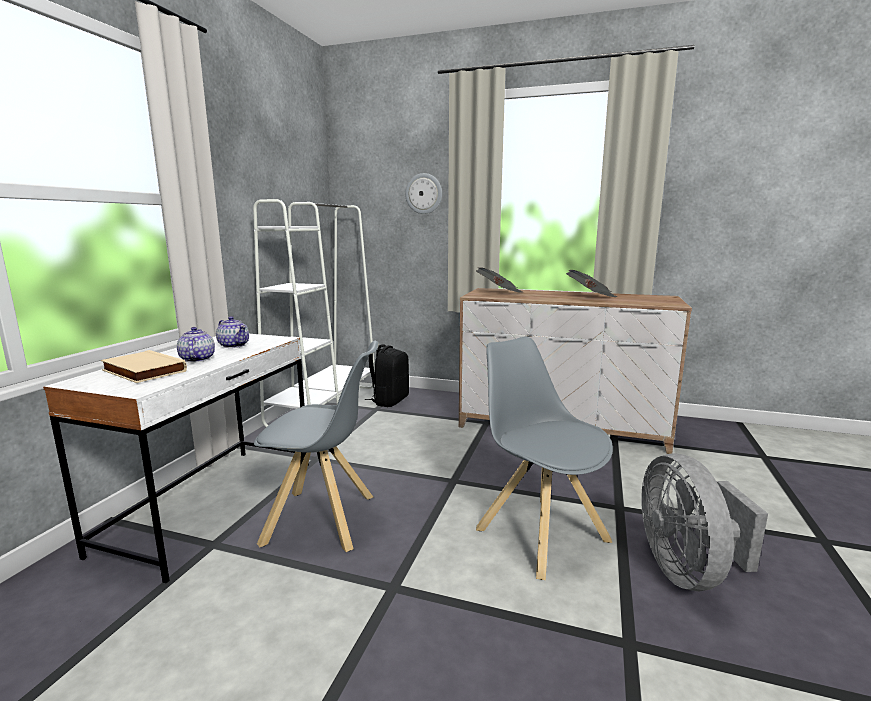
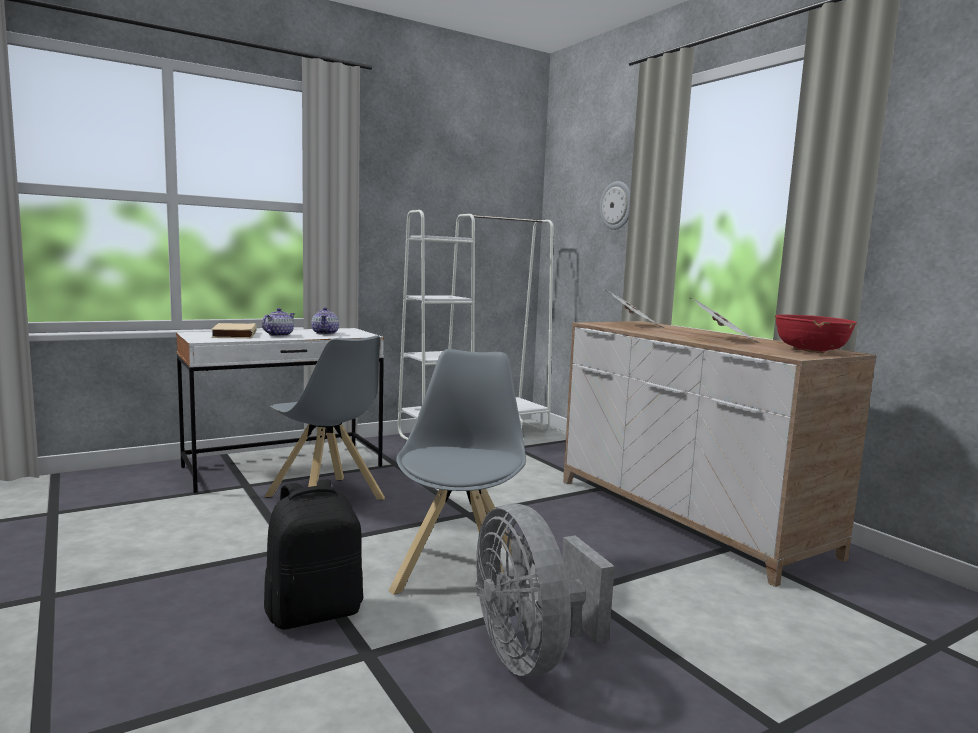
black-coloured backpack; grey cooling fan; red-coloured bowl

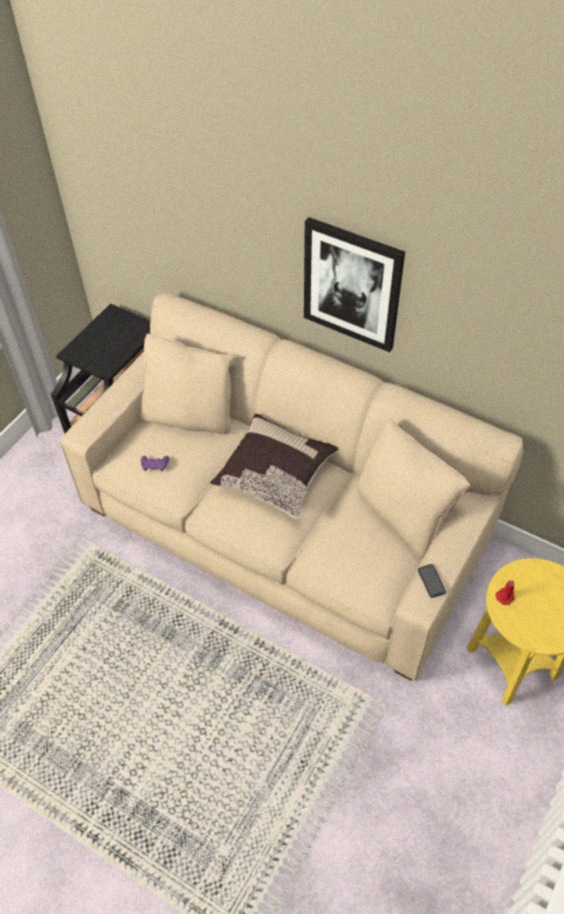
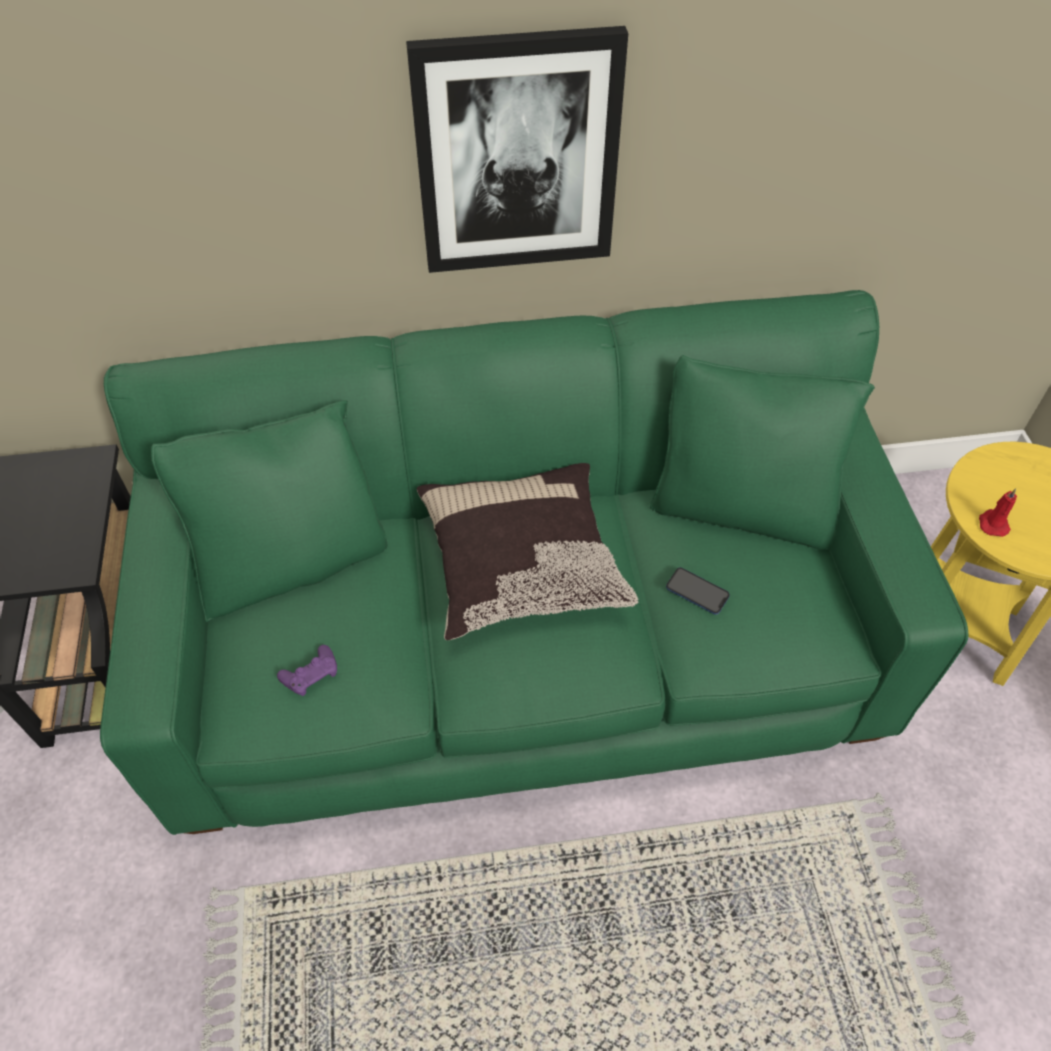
green-coloured sofa; phone

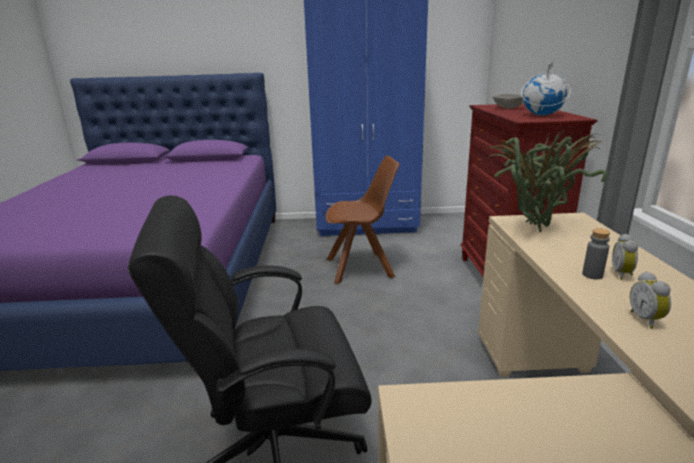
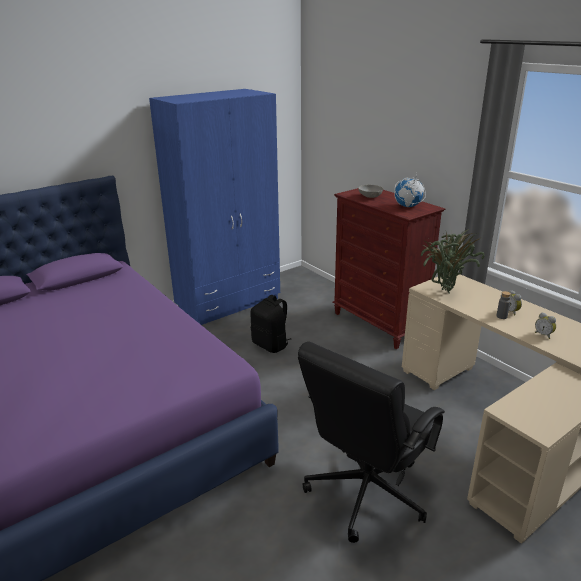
black-coloured backpack

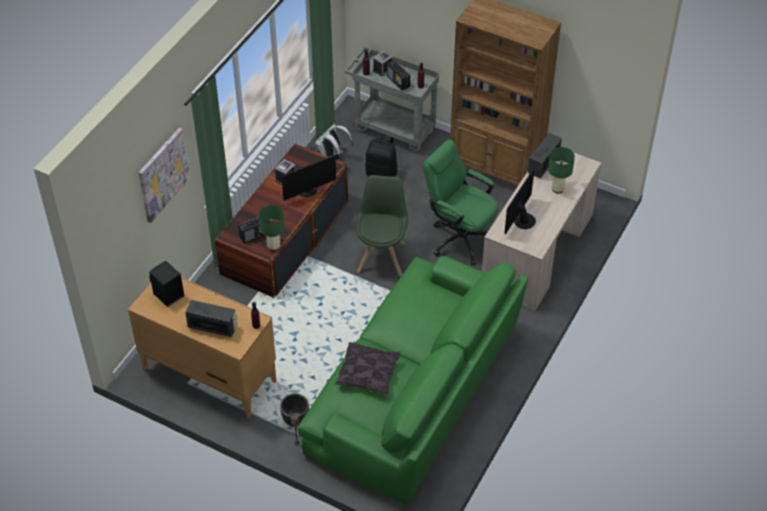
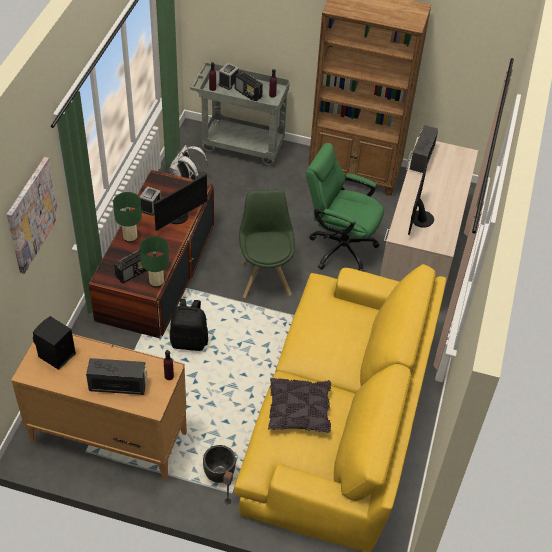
green-coloured table lamp (1st from left); black-coloured backpack; yellow sofa

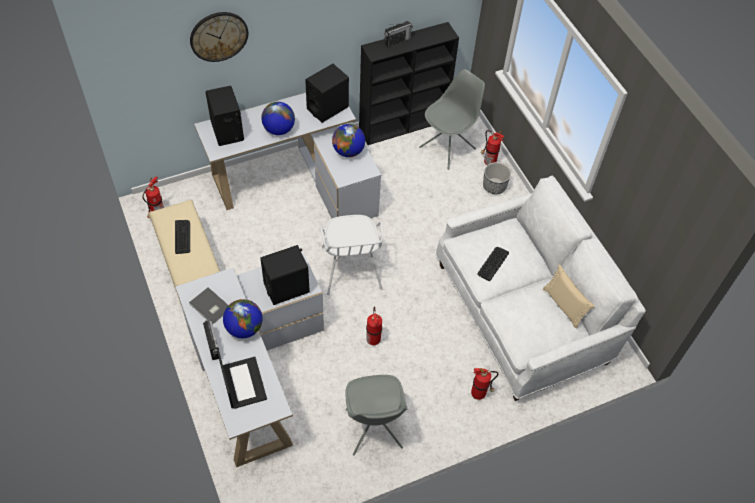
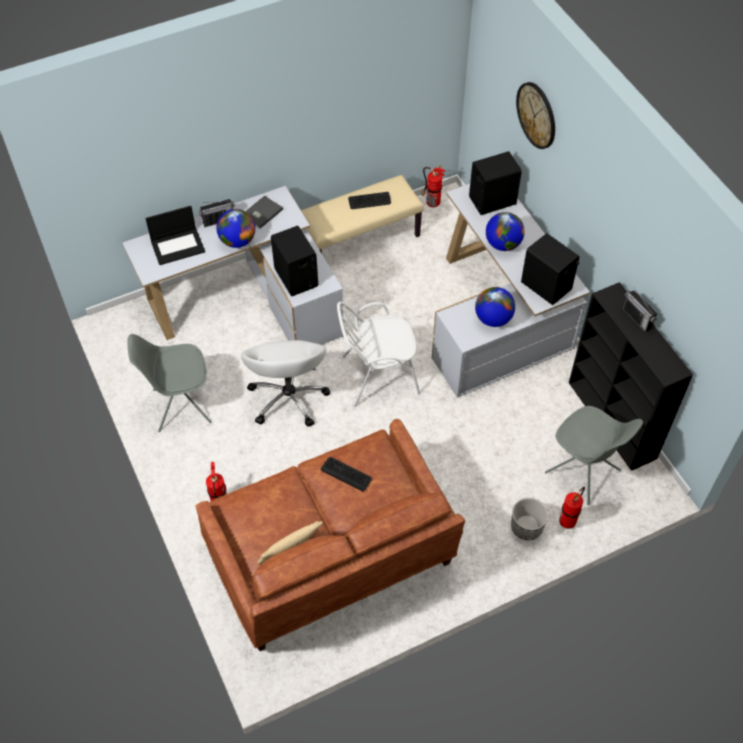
brown-coloured sofa; white-coloured desk chair

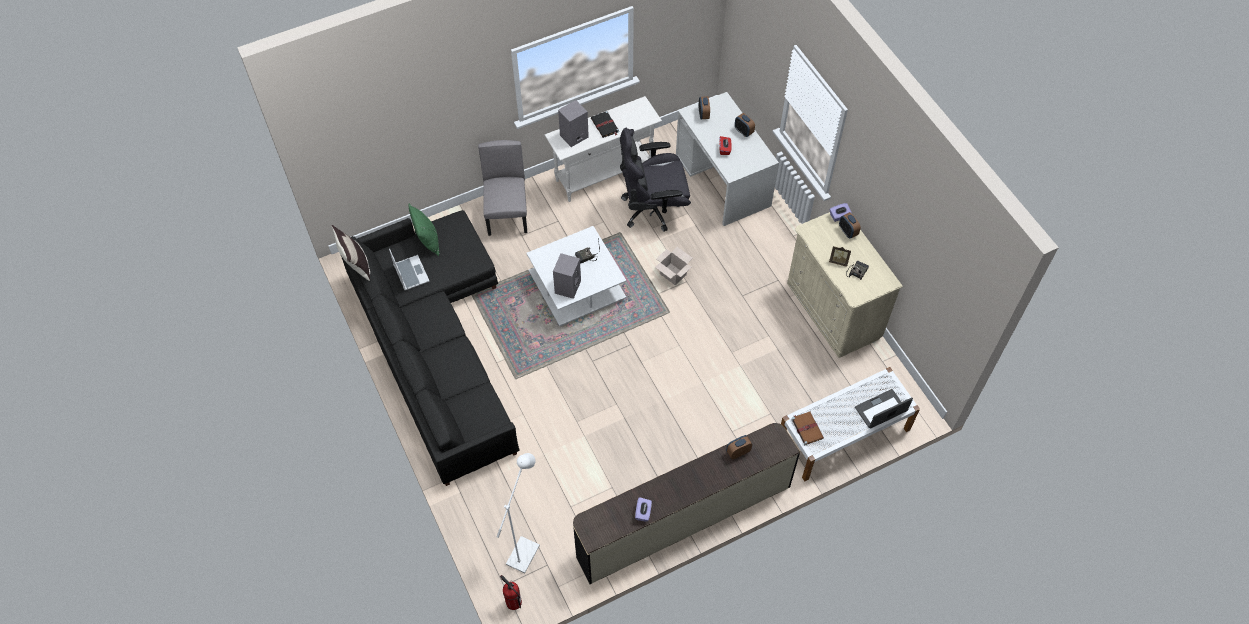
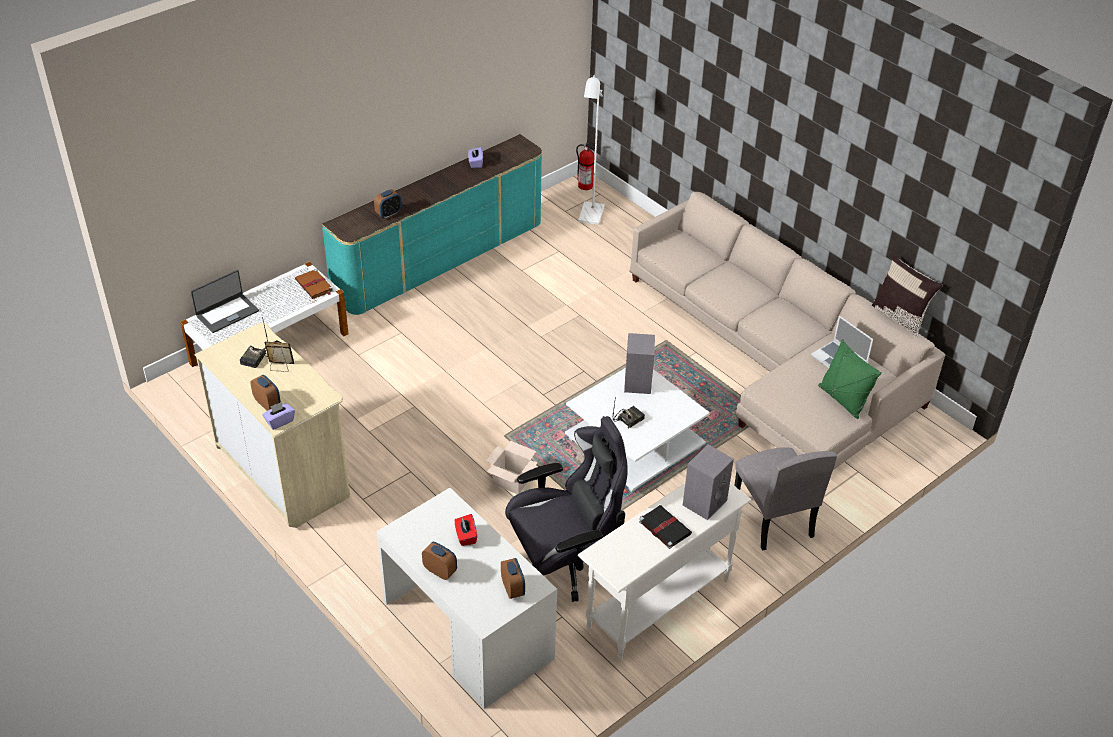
turquoise-coloured storage cabinet; sand-coloured sofa

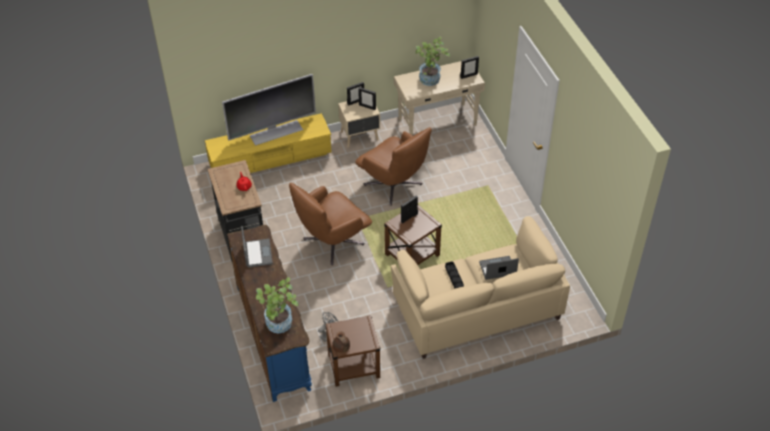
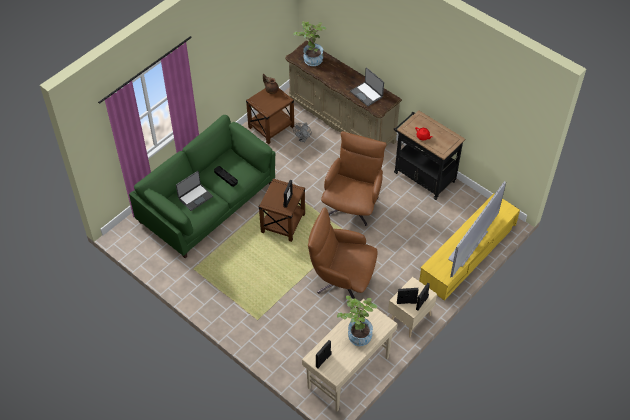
green-coloured sofa; sand-coloured storage cabinet

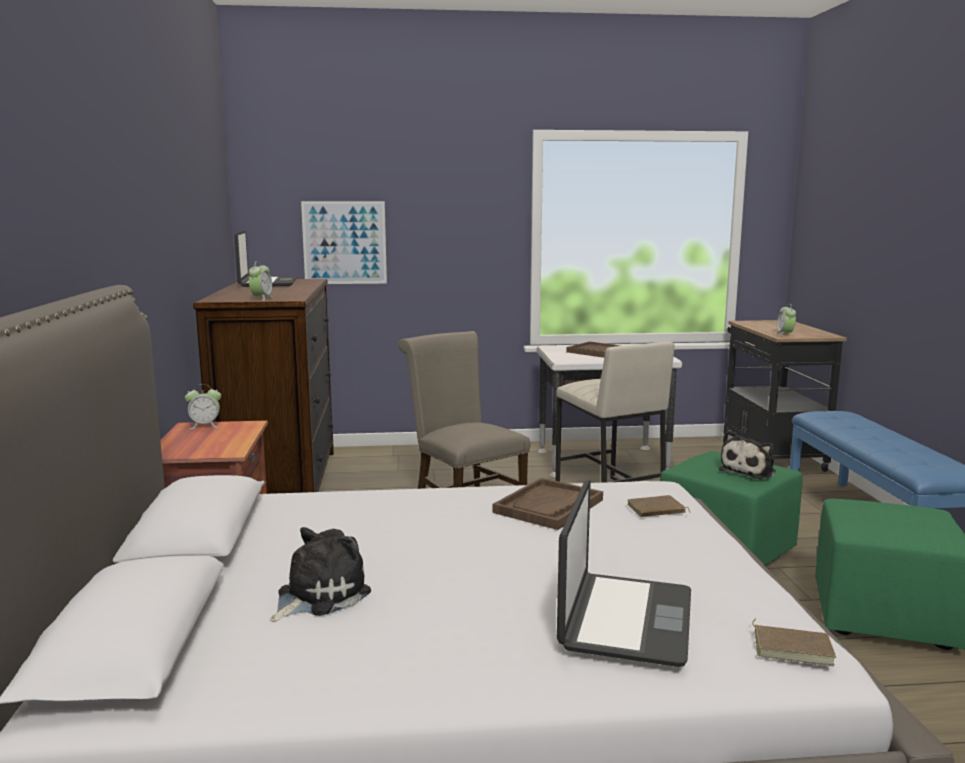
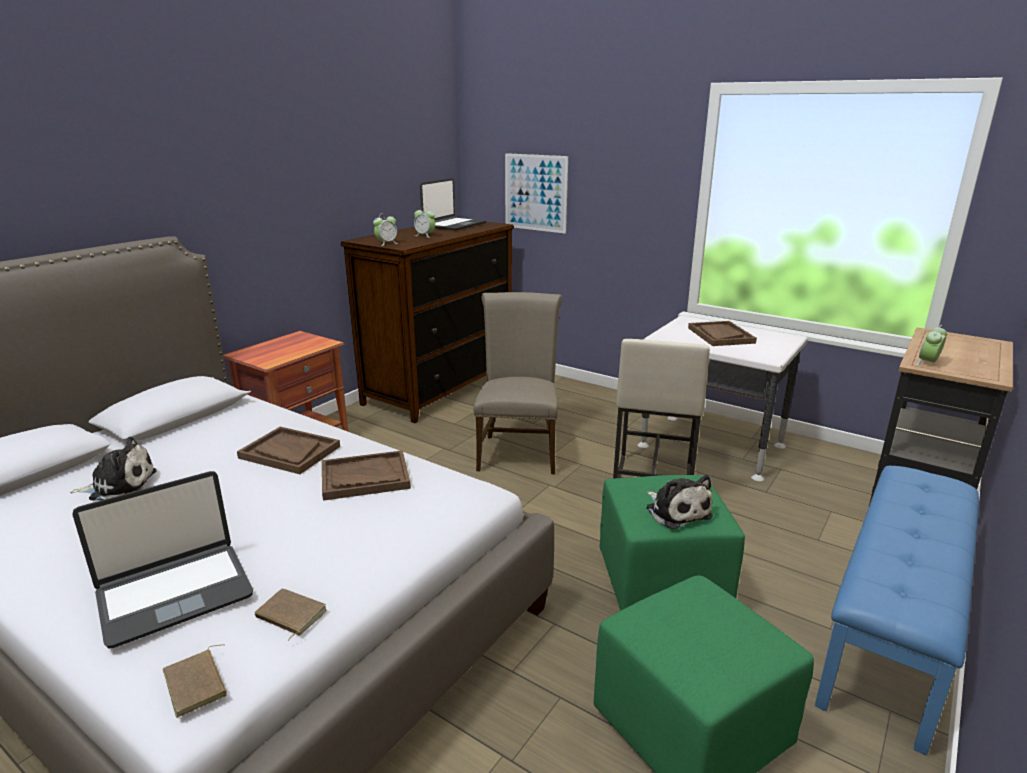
brown-coloured carrying tray (1st from left); brown-coloured bound book (2nd from left); table clock (2nd from left); cuddly toy (2nd from left)

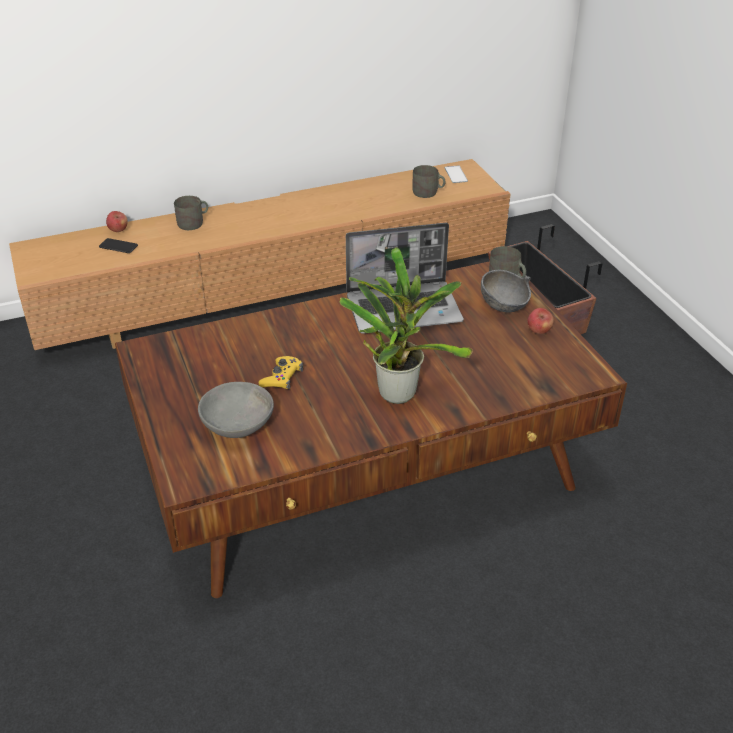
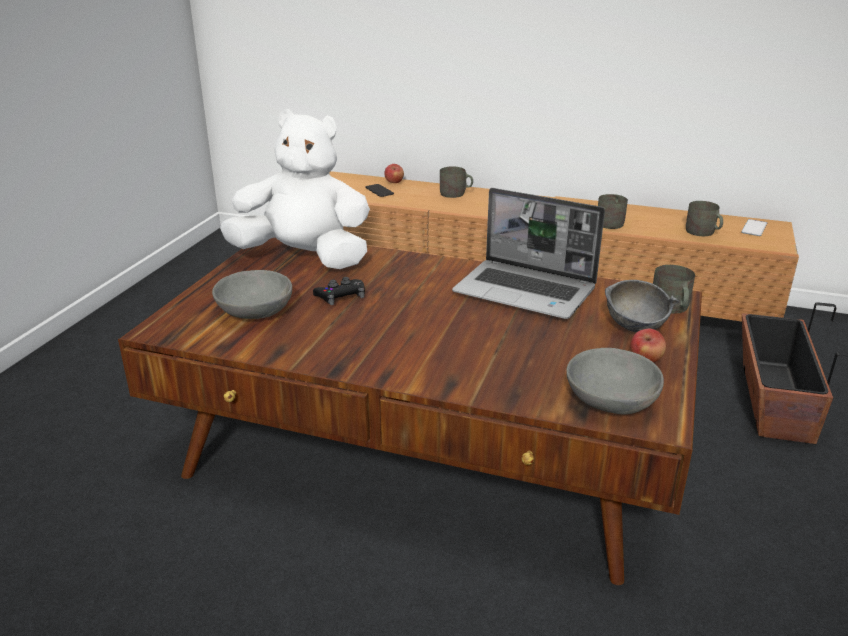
white-coloured cuddly toy; black-coloured game controller; grey bowl (2nd from left); grey coffee mug (2nd from left); potted plant

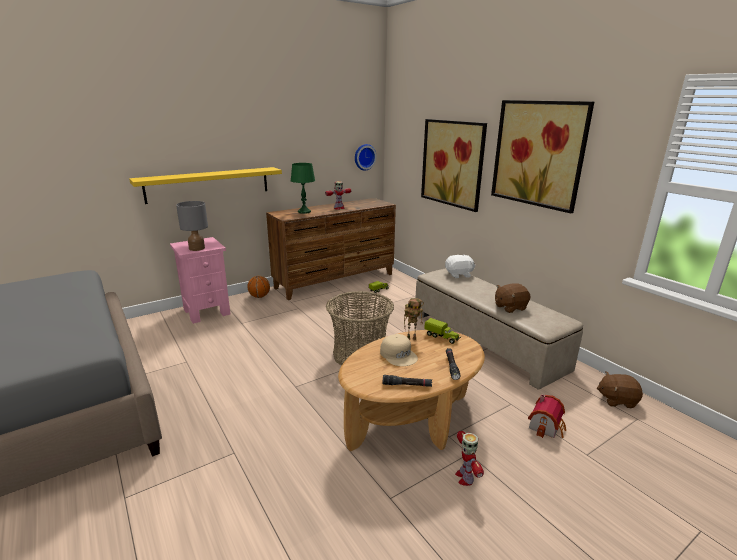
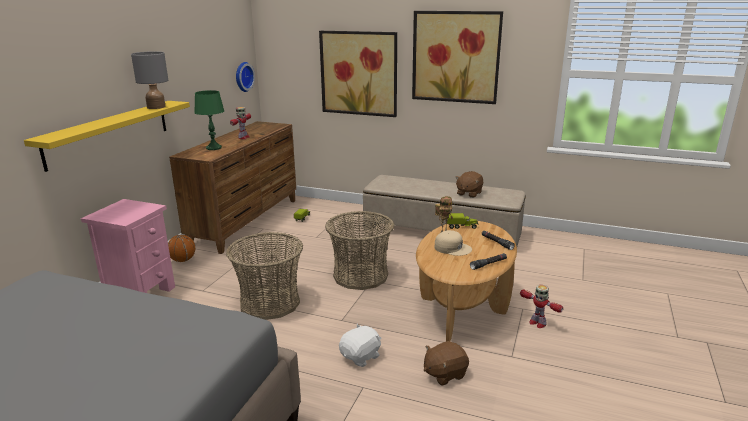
grey table lamp; basket (1st from left); white-coloured cuddly toy; brown-coloured cuddly toy (1st from left); toy house

